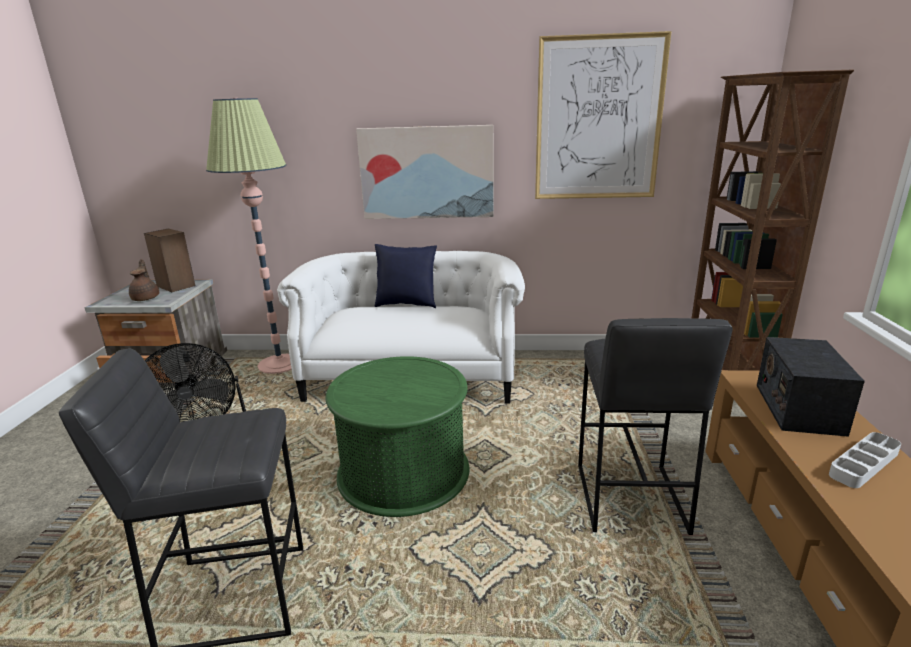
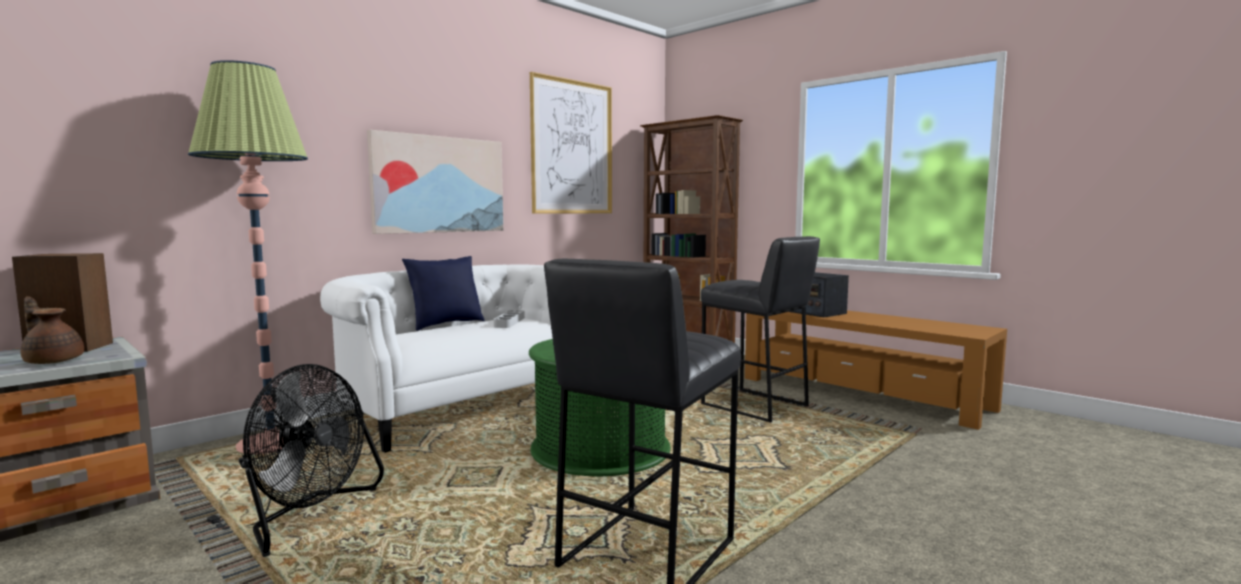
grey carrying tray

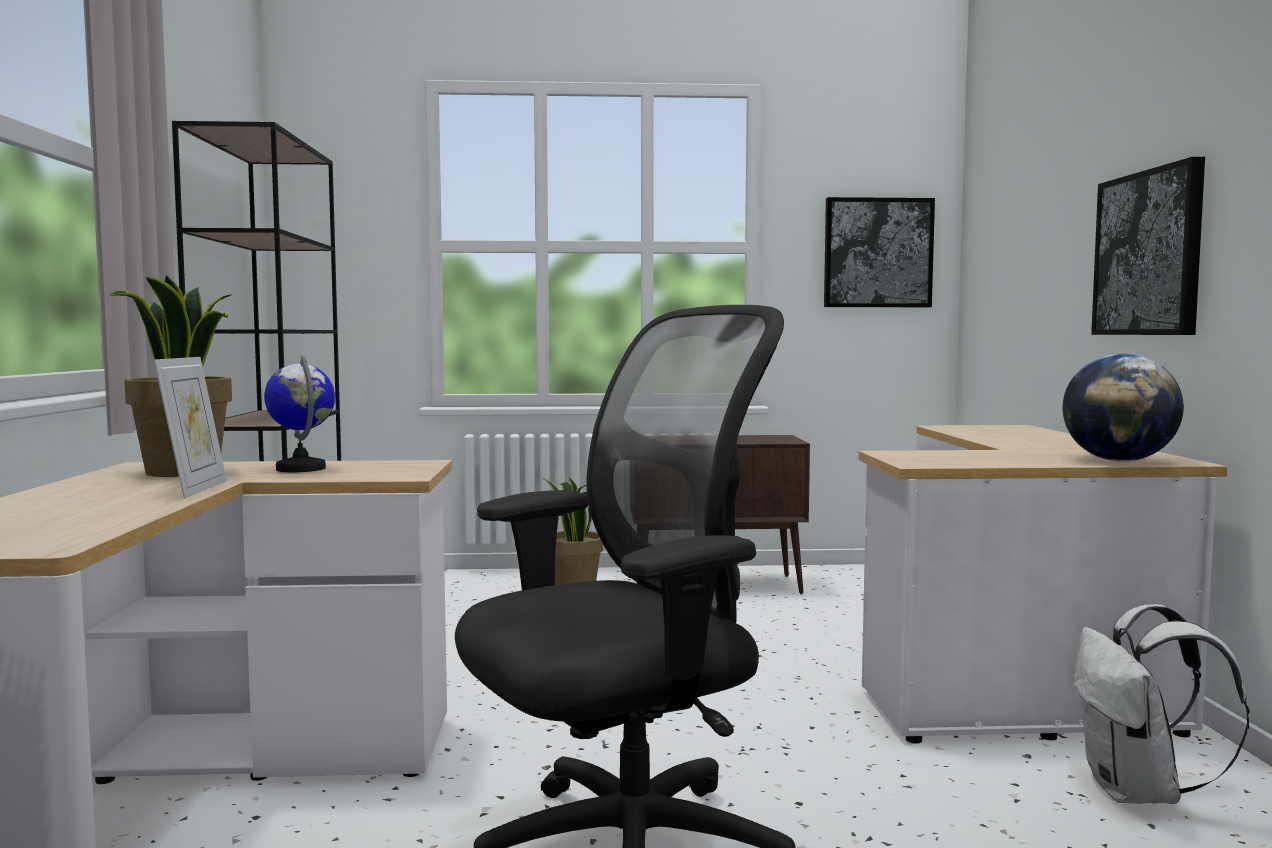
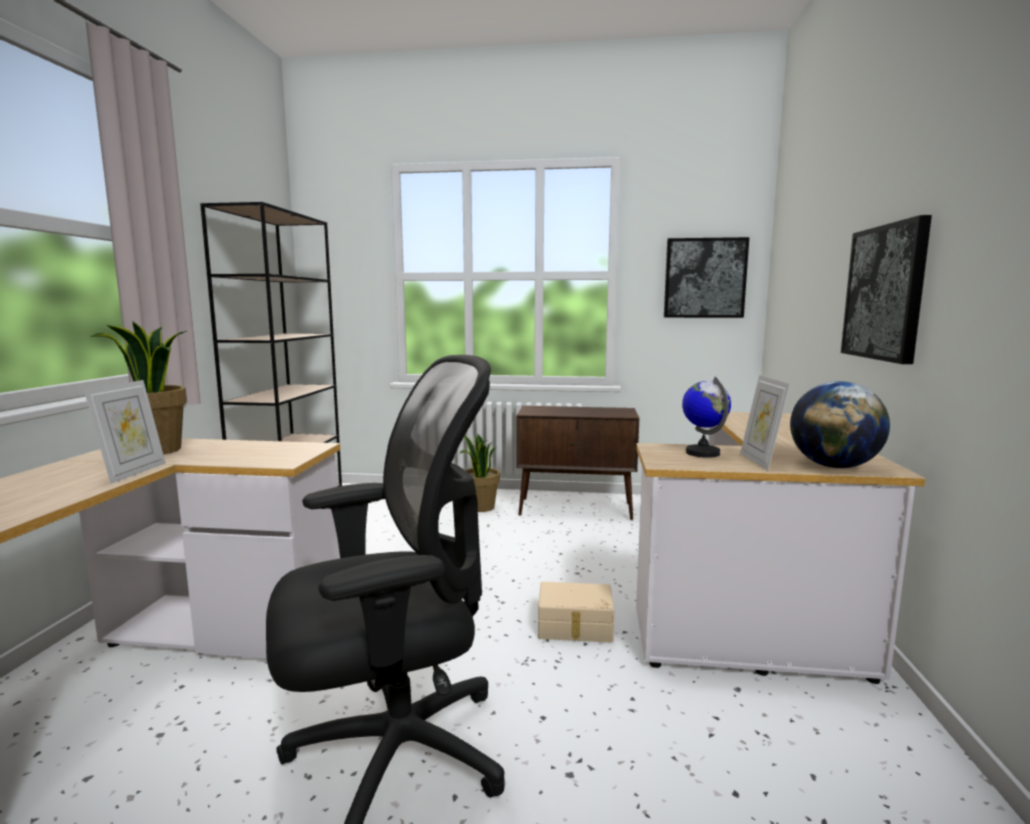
sand-coloured storage container; desk globe (1st from left); standing frame (2nd from left); white-coloured backpack

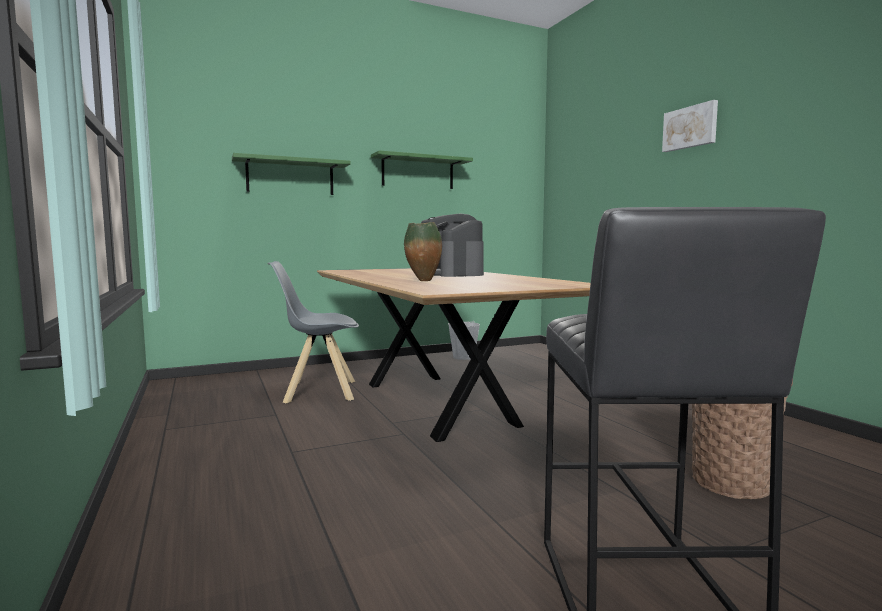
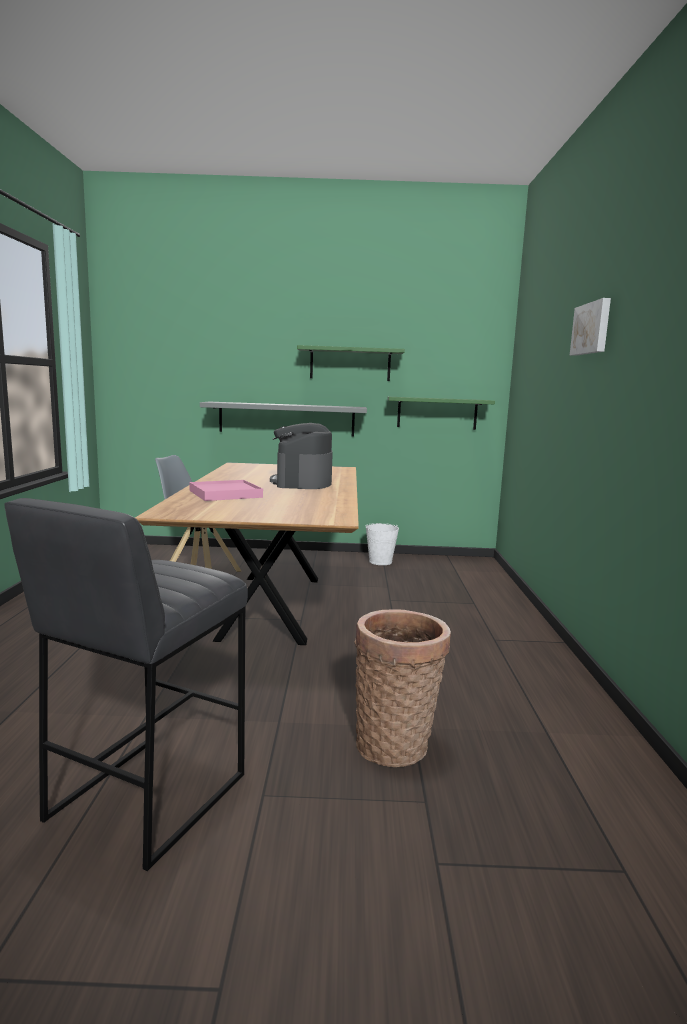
pink carrying tray; grey shelf; green-coloured shelf (2nd from left)

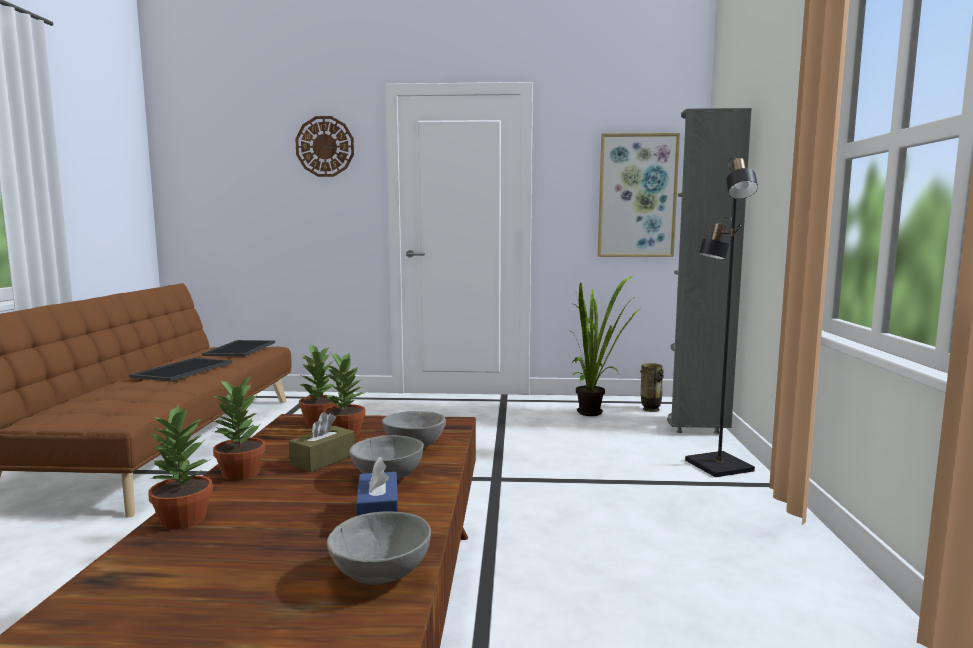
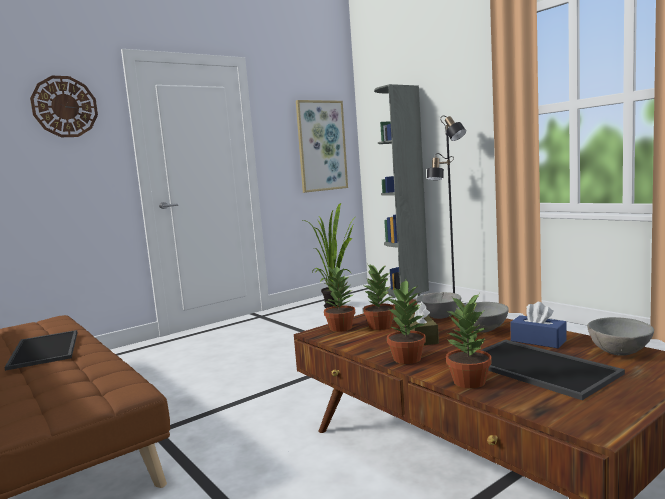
carrying tray (2nd from left); decorative vase

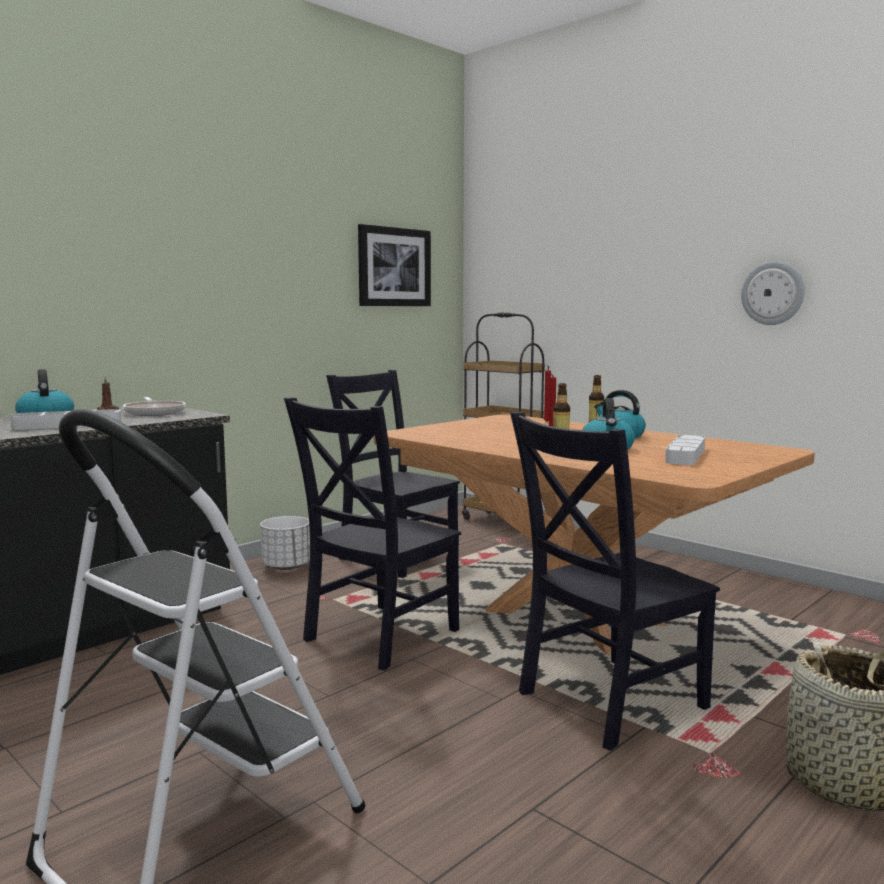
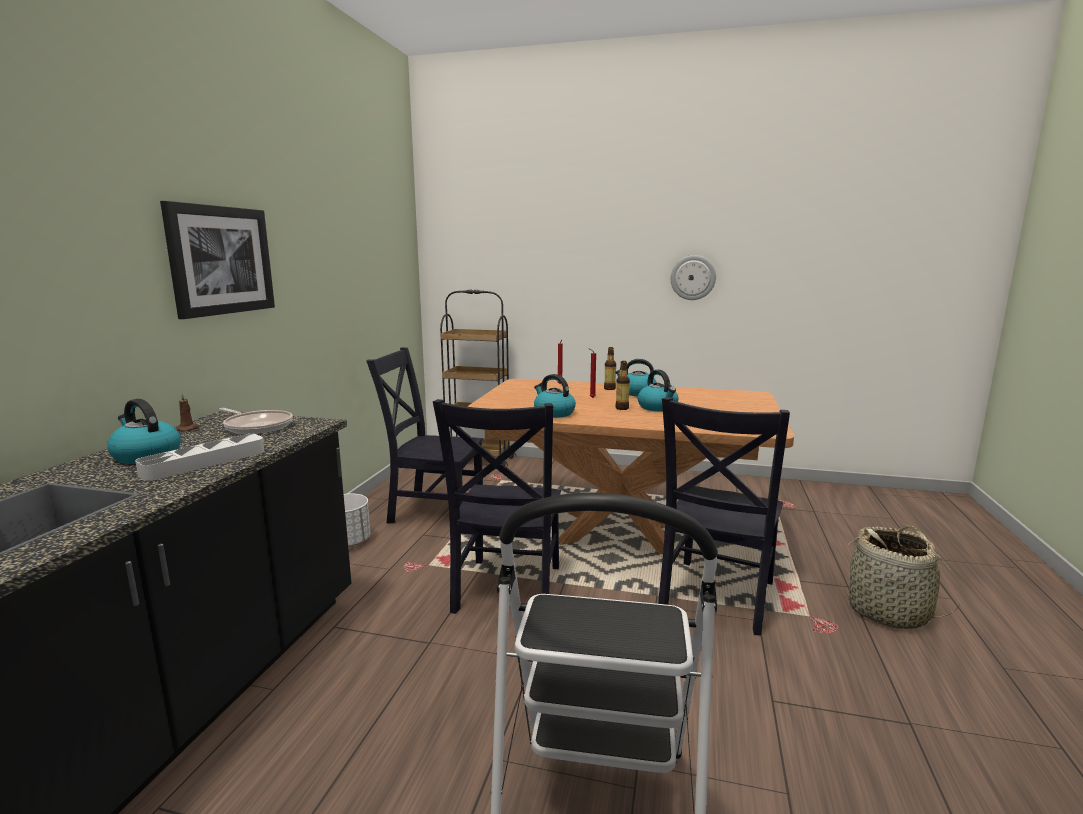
wall art; kettle (2nd from left); grey carrying tray (2nd from left in the first image)

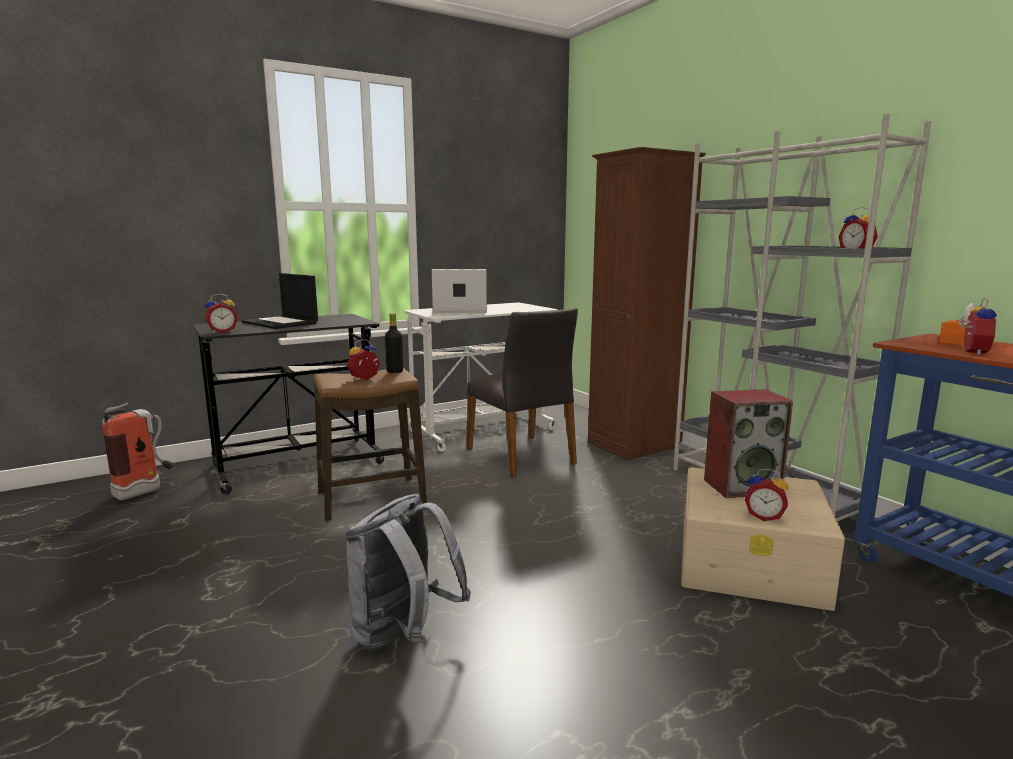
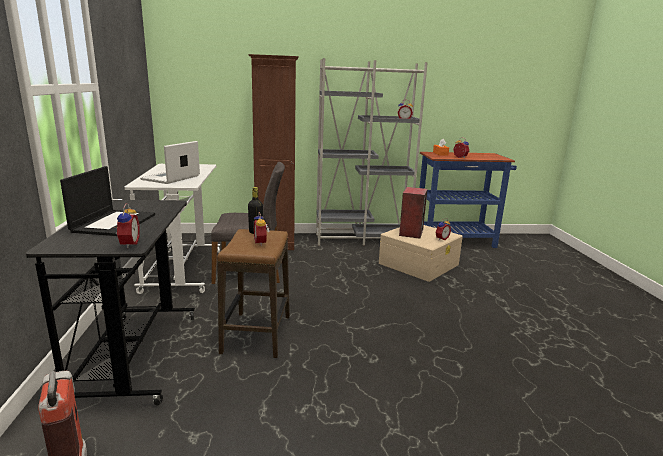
laptop (1st from left); grey backpack

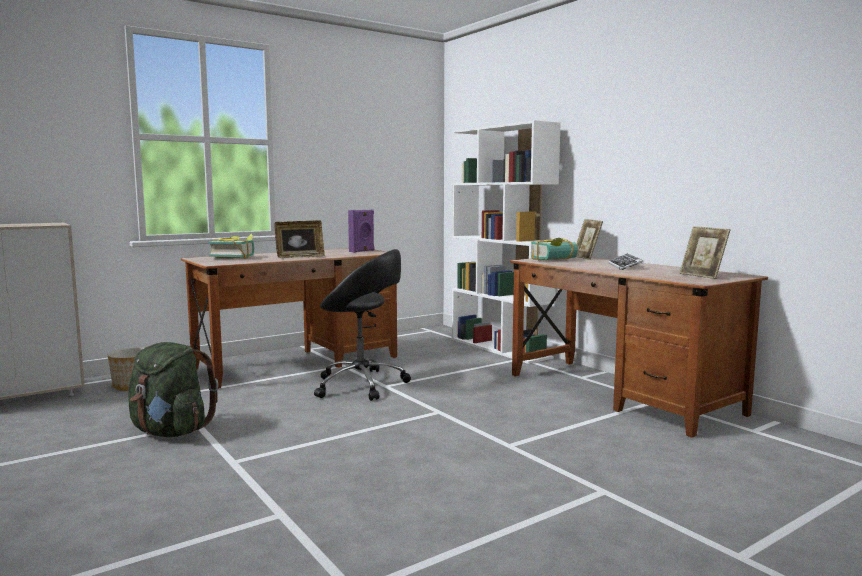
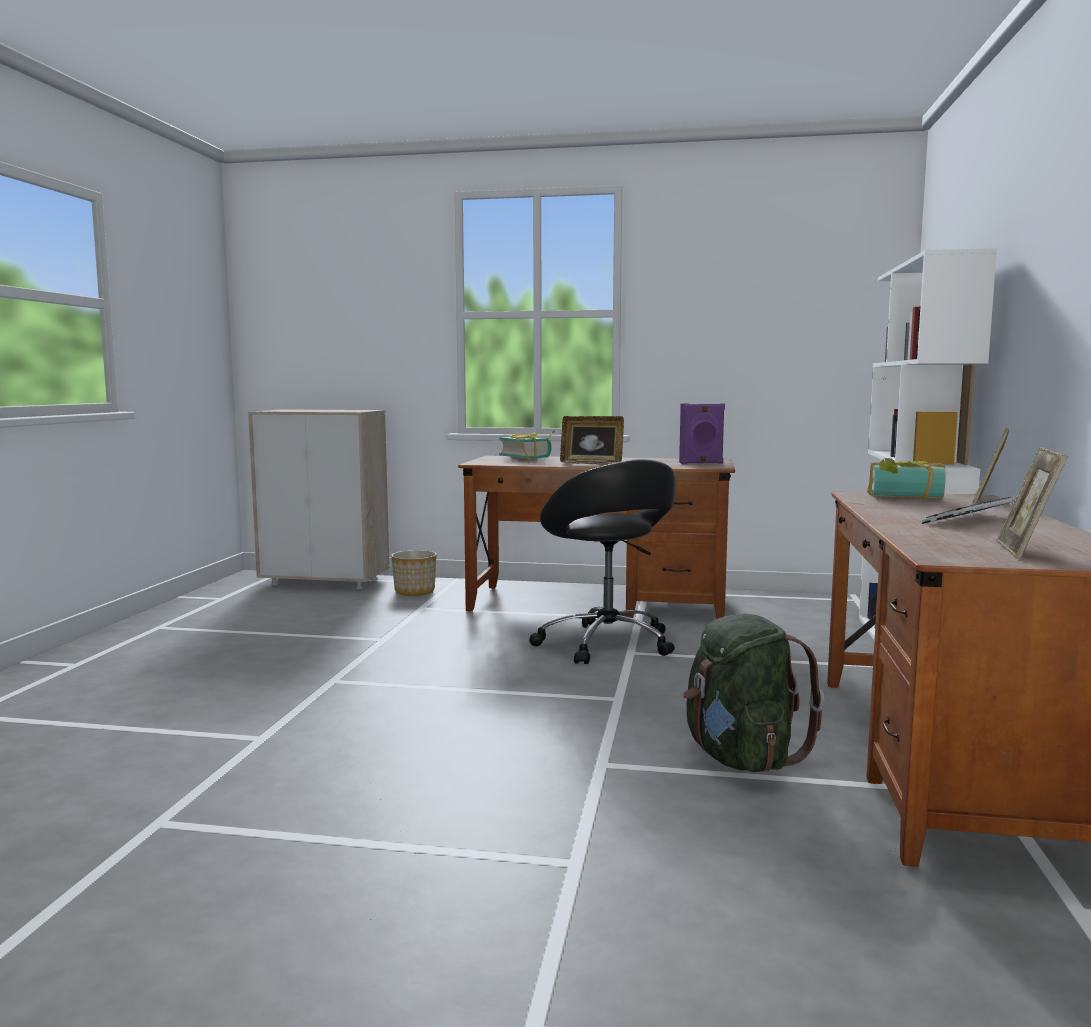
green-coloured backpack

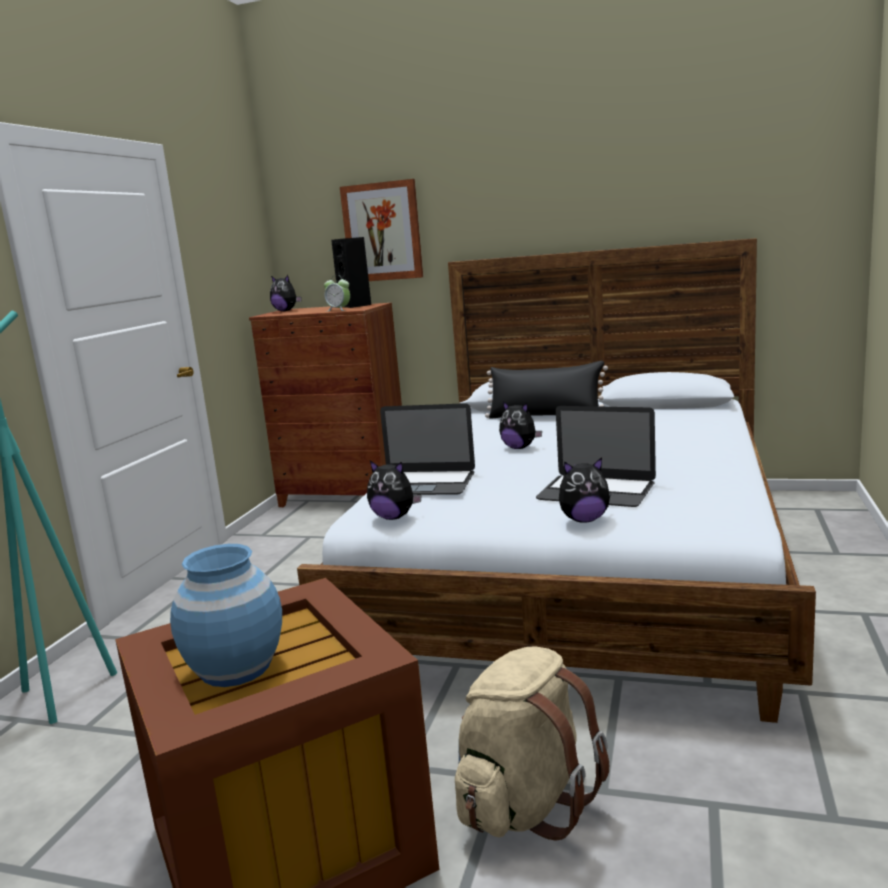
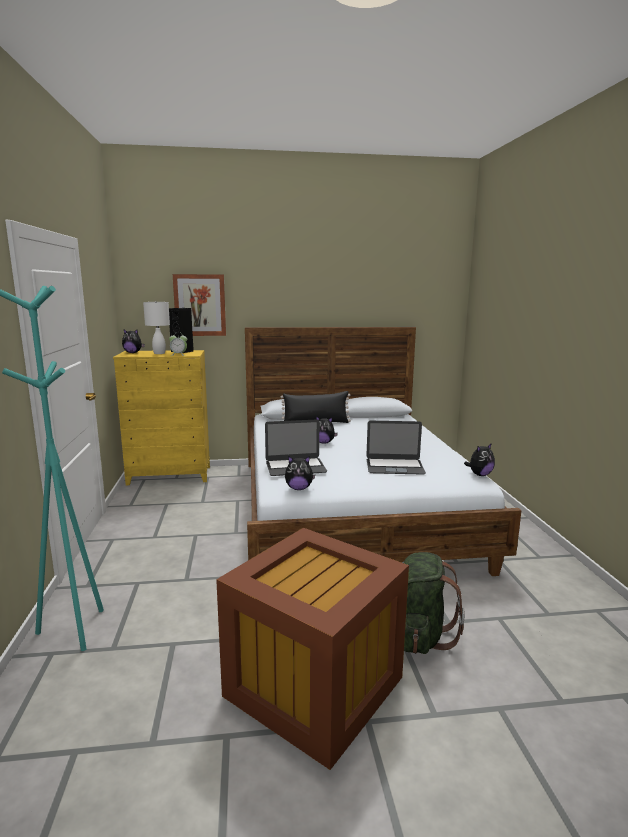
yellow chest of drawers; white-coloured table lamp; green-coloured backpack; cuddly toy (4th from left); blue decorative vase

